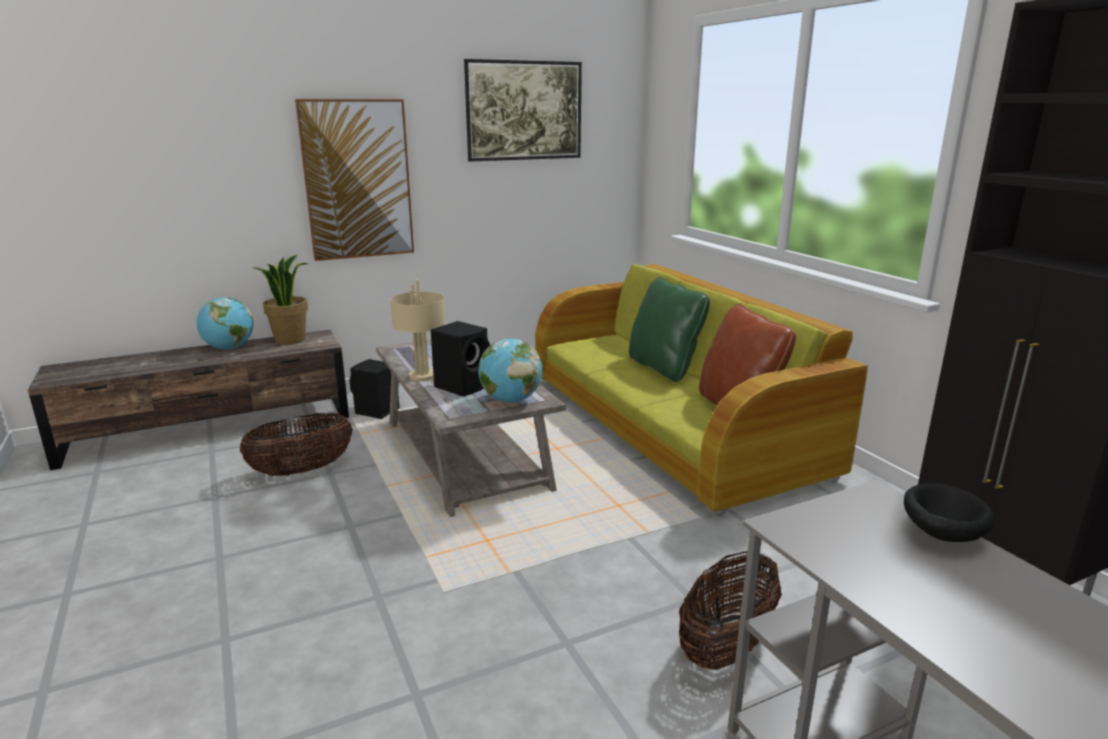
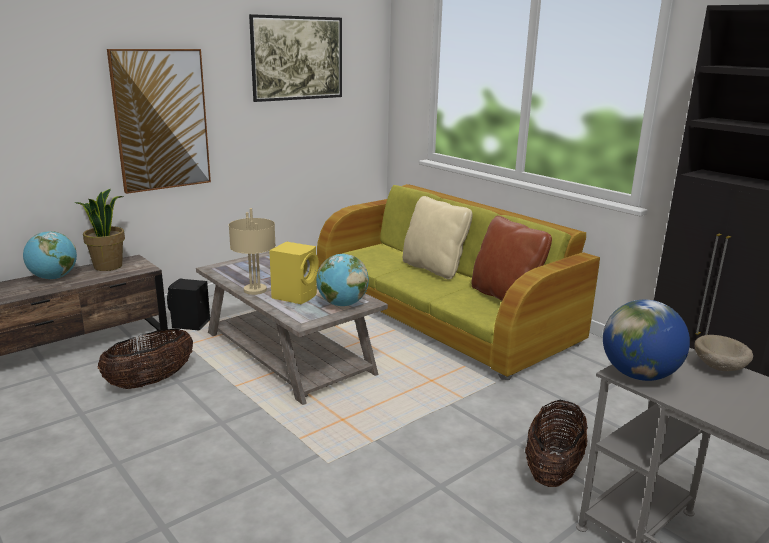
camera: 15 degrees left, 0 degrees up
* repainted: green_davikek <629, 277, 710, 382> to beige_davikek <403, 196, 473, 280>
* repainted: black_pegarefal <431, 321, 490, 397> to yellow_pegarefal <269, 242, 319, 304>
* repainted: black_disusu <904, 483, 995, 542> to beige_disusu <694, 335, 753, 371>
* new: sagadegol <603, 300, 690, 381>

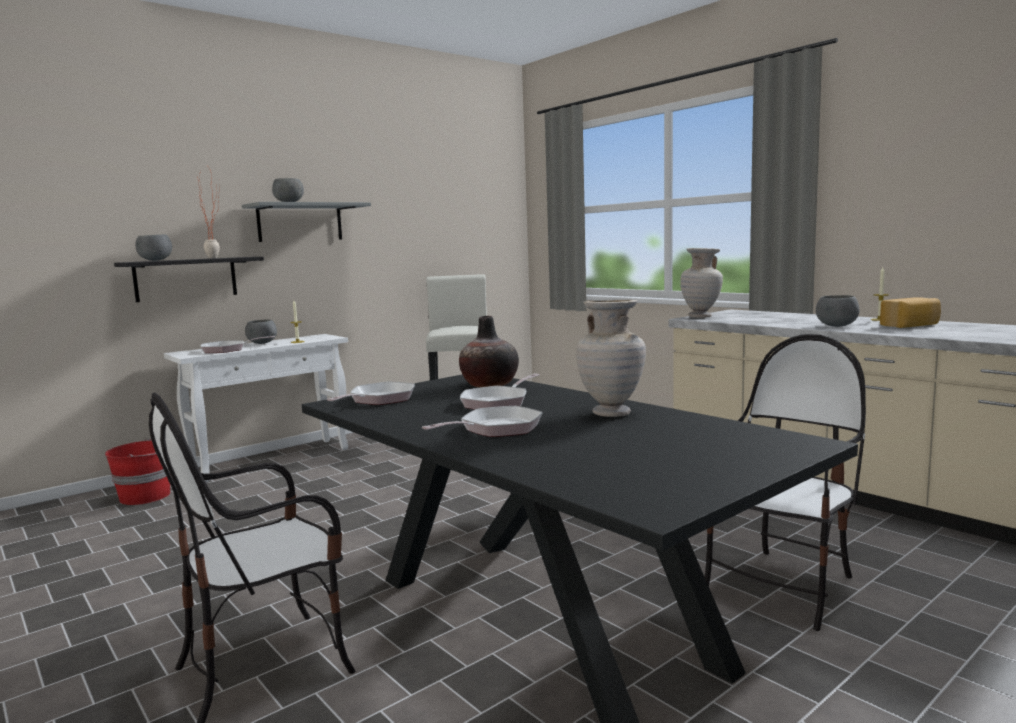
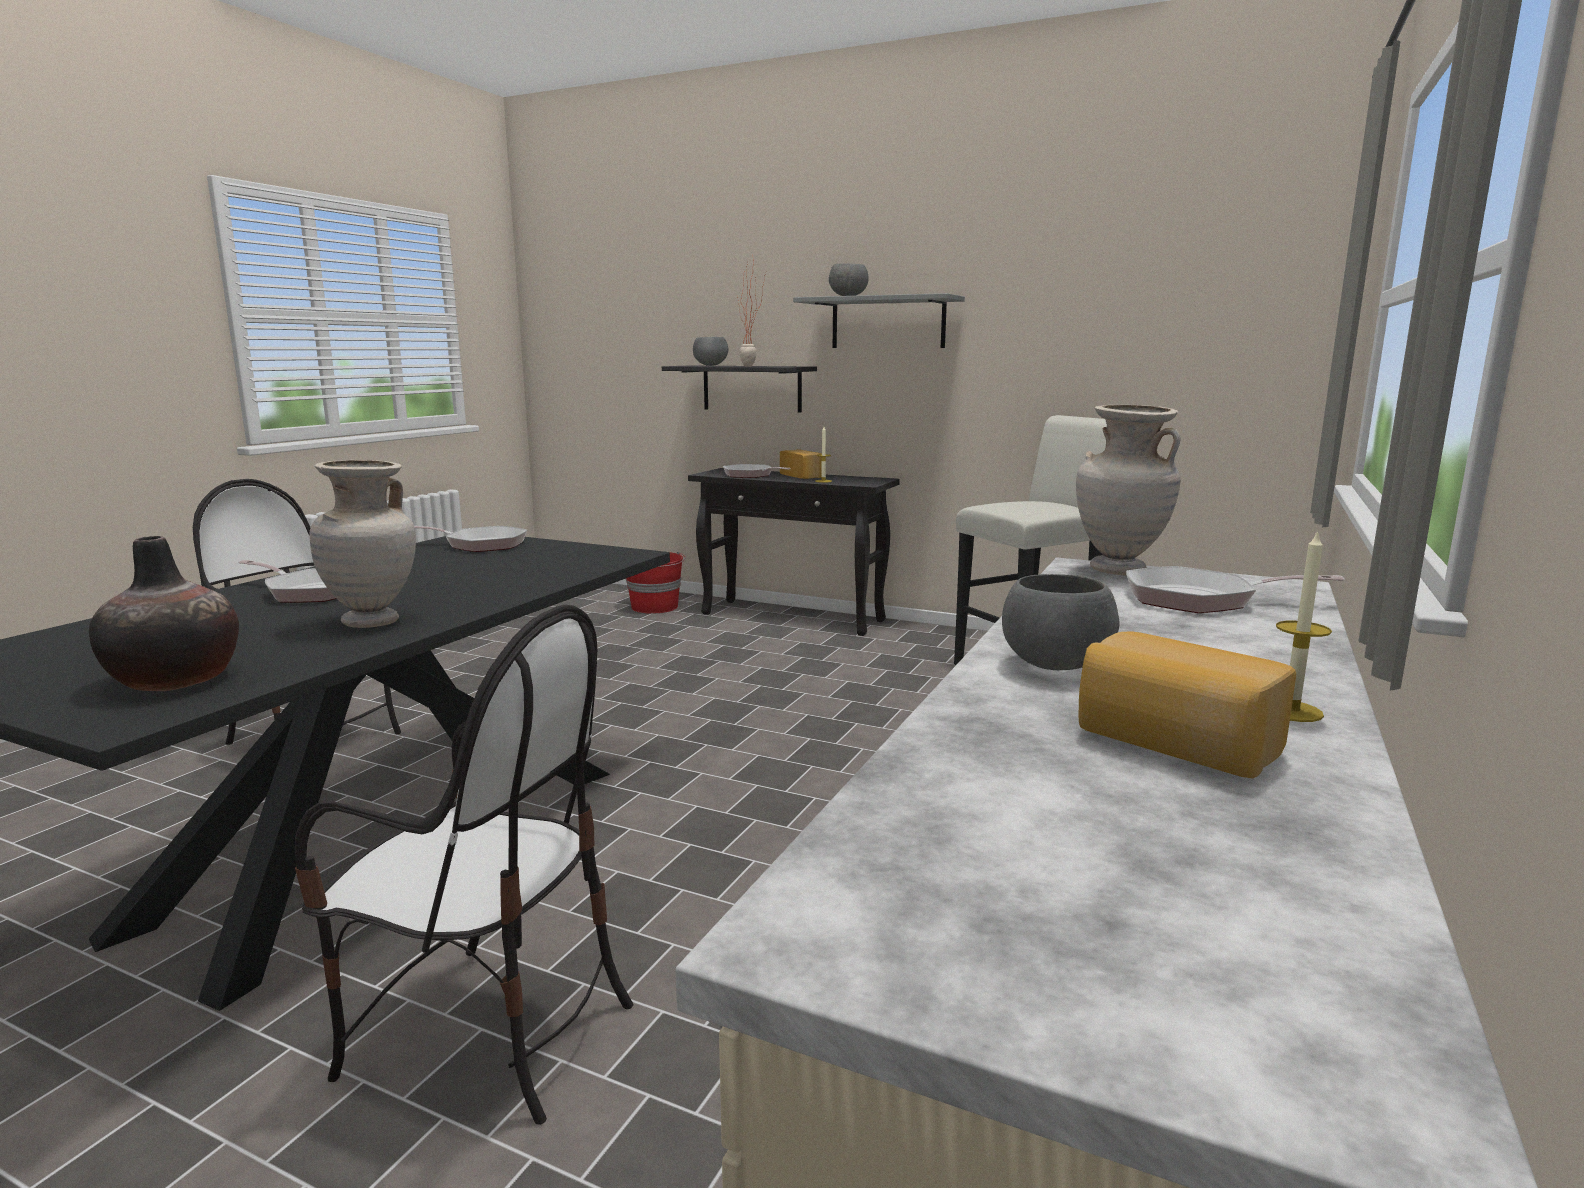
camera: 65 degrees right, 5 degrees up
* shifted: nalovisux <459, 316, 519, 387> to <89, 536, 239, 691>
* swapped: grey_disusu <245, 319, 277, 344> to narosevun <780, 449, 822, 479>
* repainted: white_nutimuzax <164, 334, 348, 482> to black_nutimuzax <688, 468, 900, 636>
* shifted: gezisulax <460, 374, 540, 410> to <1126, 566, 1345, 613>

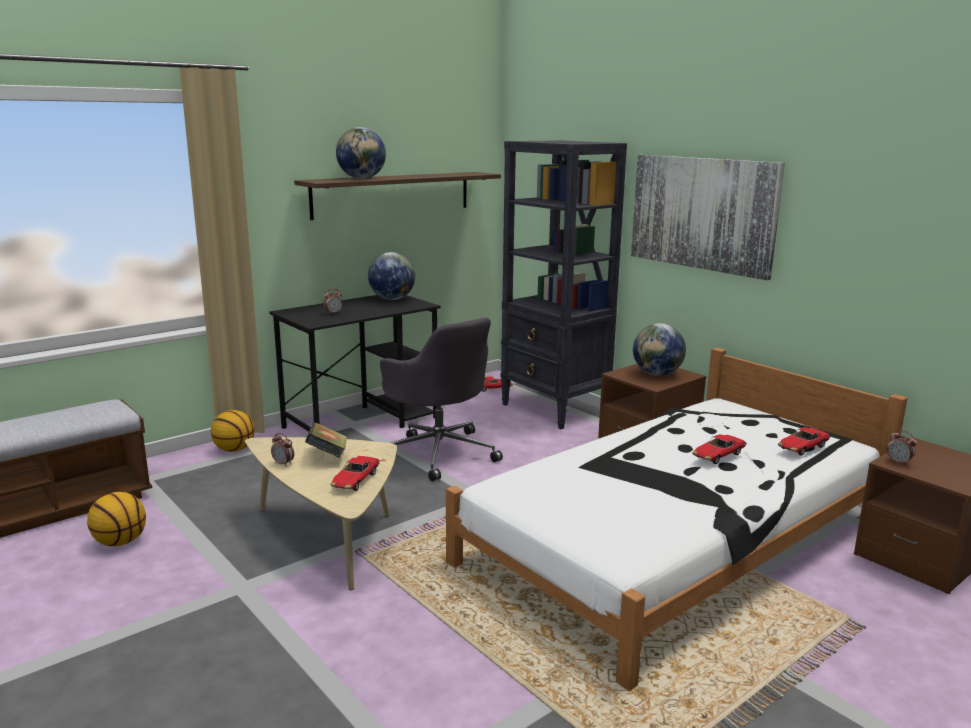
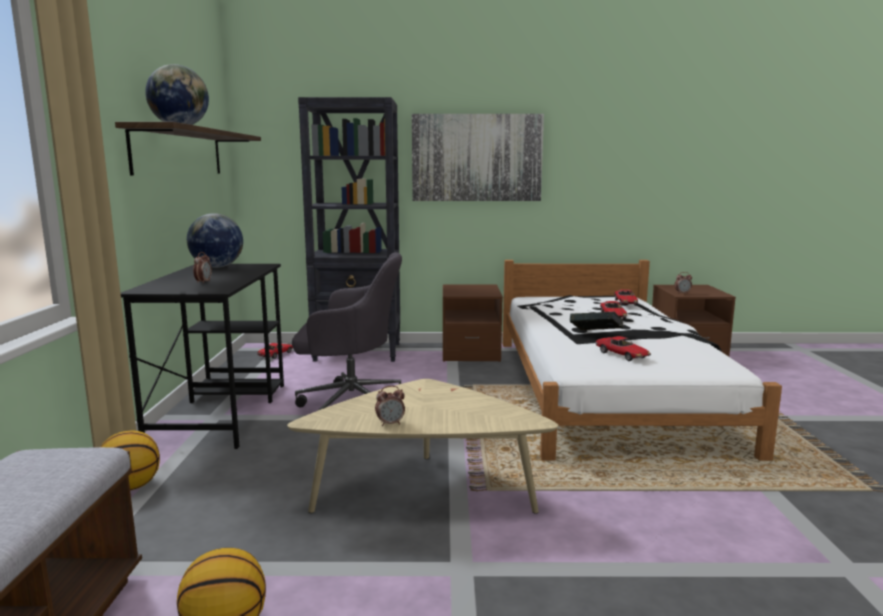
camera: 50 degrees left, 5 degrees down
* gone: sagadegol <633, 323, 686, 376>
* shifted: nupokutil <305, 422, 347, 458> to <570, 312, 623, 330>
* shifted: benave <330, 456, 380, 491> to <595, 336, 651, 361>

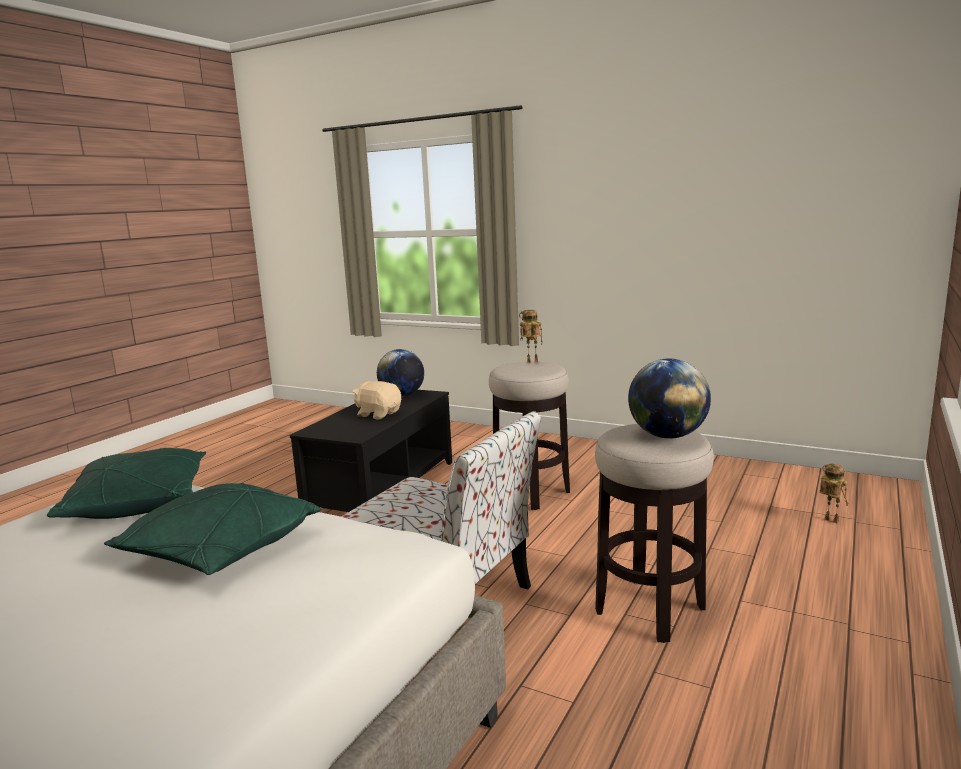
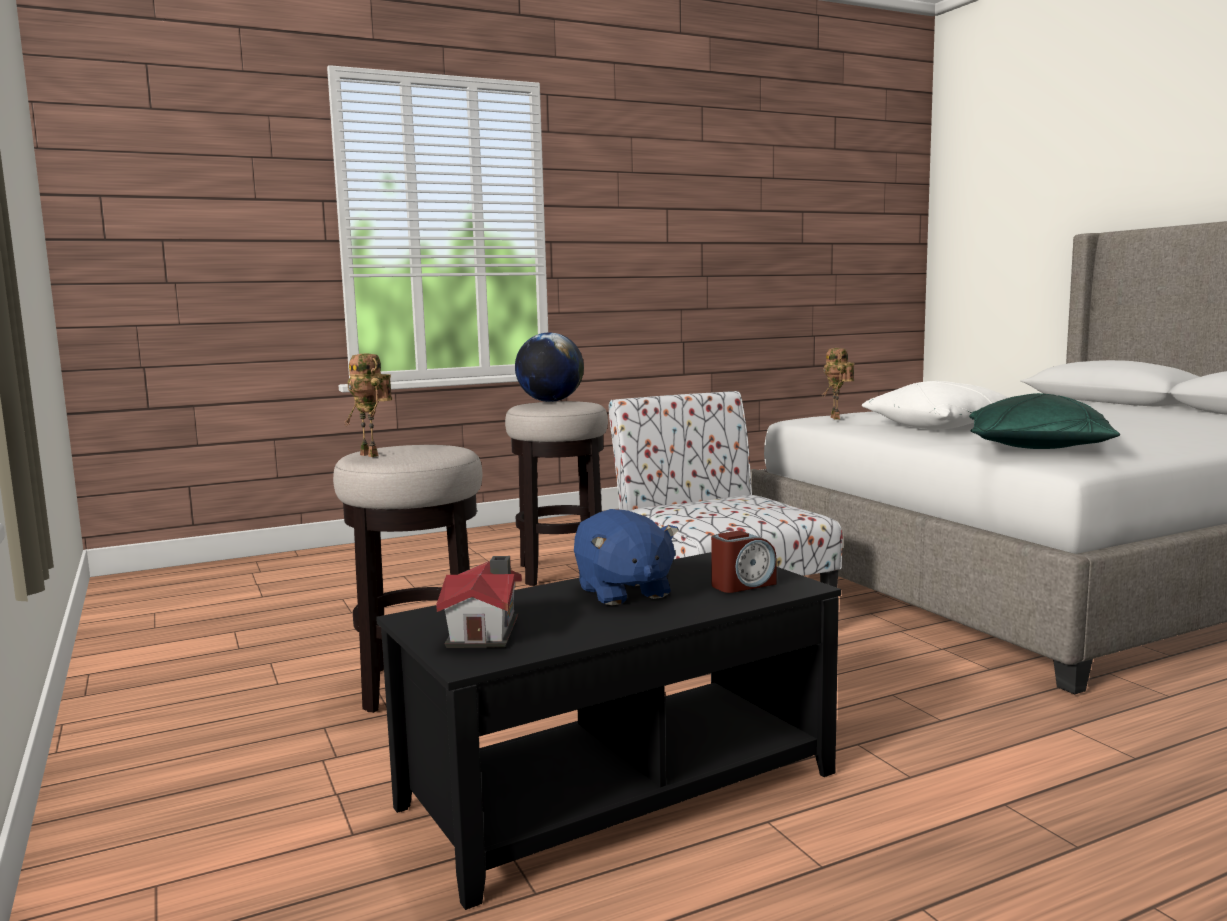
camera: 145 degrees left, 5 degrees down
* swapped: sagadegol <377, 349, 424, 397> to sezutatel <436, 556, 522, 648>
* repainted: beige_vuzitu <353, 381, 401, 420> to blue_vuzitu <574, 509, 679, 605>
* shifted: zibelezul <820, 464, 848, 523> to <822, 348, 855, 420>
* repainted: green_davikek <104, 483, 321, 575> to white_davikek <862, 381, 1008, 429>
* new: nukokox <711, 530, 777, 593>

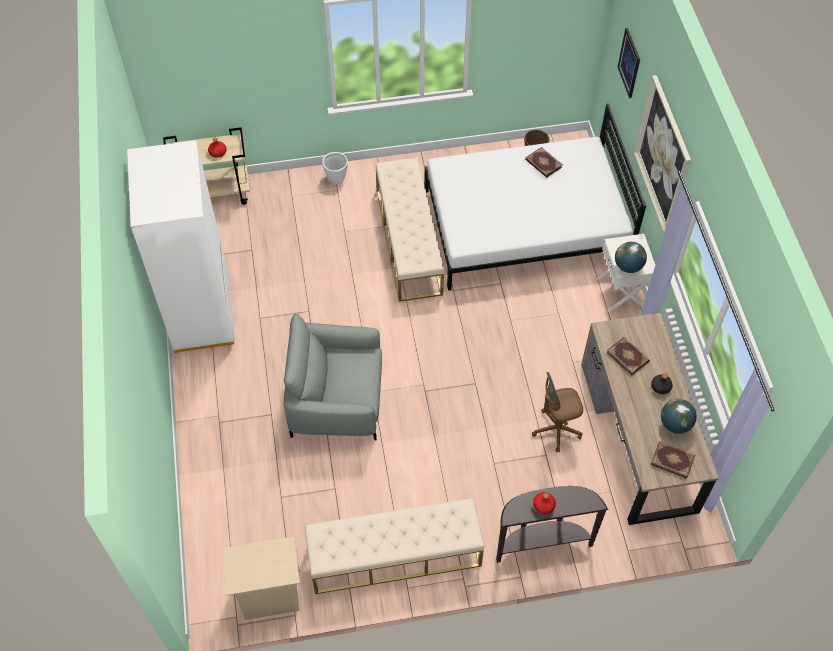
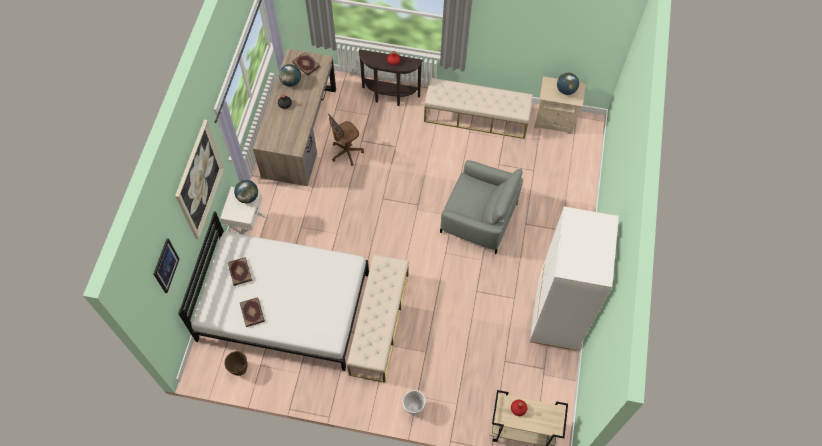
camera: 160 degrees left, 5 degrees up
* shifted: nupokutil <606, 337, 650, 376> to <228, 257, 252, 286>
* rotated: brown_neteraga <532, 372, 583, 452> = <328, 114, 364, 166> 135 degrees clockwise
* new: sagadegol <557, 73, 579, 95>

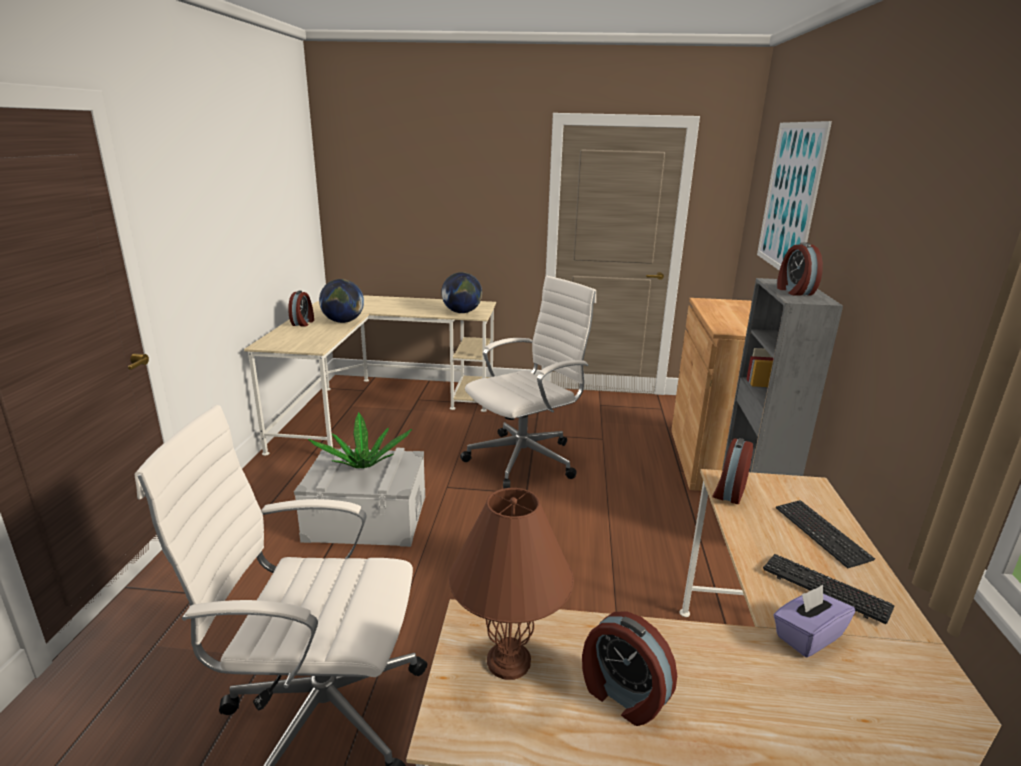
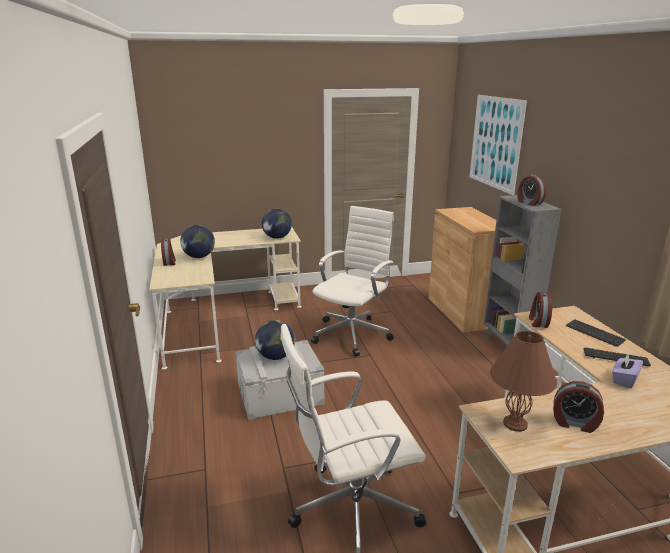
camera: 20 degrees left, 0 degrees up
* swapped: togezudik <308, 413, 412, 468> to sagadegol <255, 320, 295, 360>

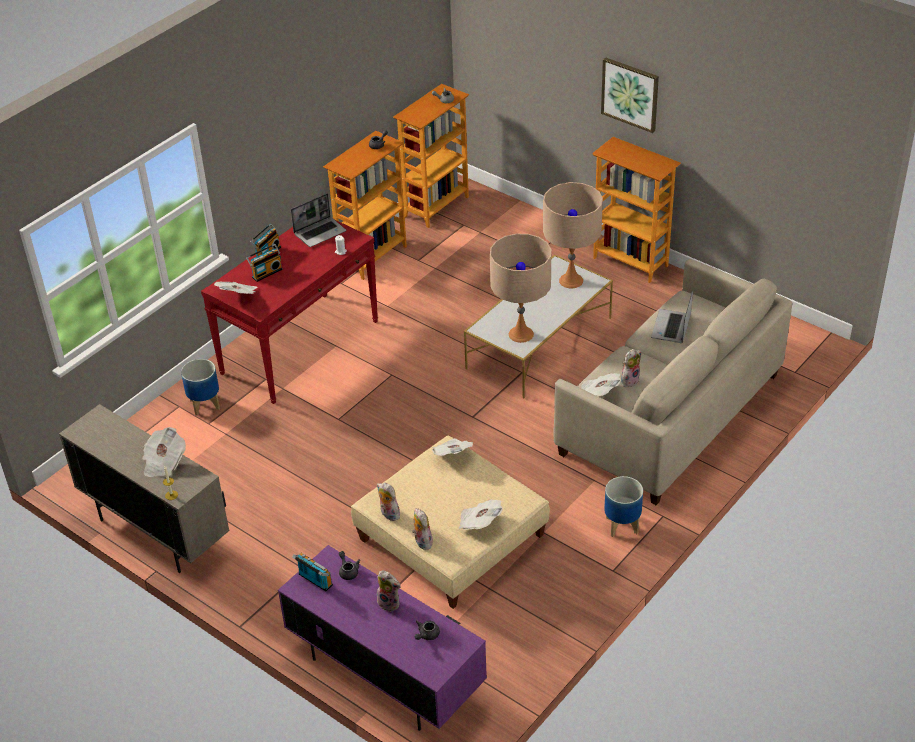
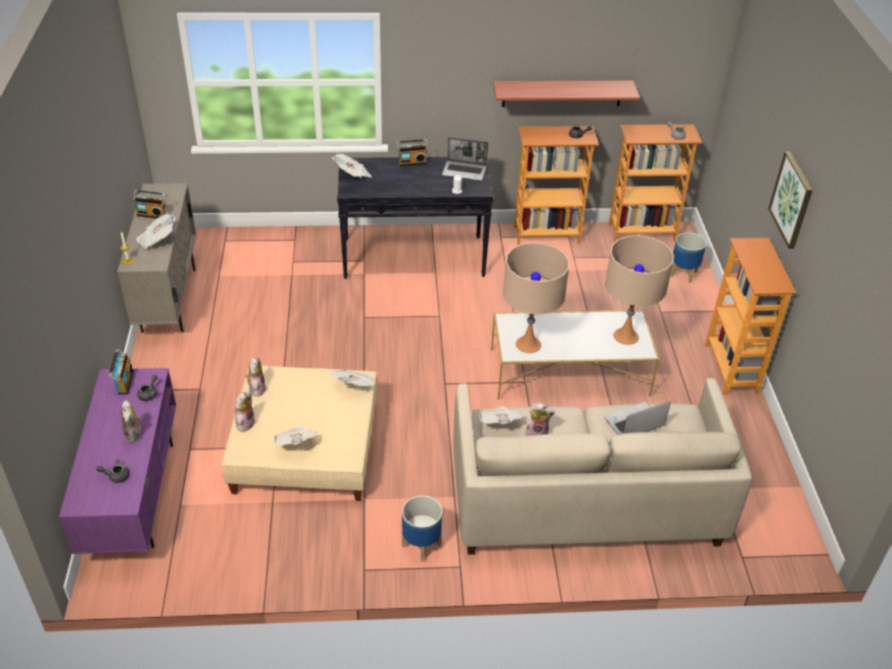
camera: 45 degrees right, 0 degrees up
* repainted: red_nutimuzax <201, 219, 378, 404> to black_nutimuzax <337, 157, 493, 279>
* shifted: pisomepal <246, 244, 283, 282> to <133, 190, 167, 219>
* shifted: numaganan <181, 359, 220, 416> to <670, 232, 706, 283>
* new: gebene <493, 81, 640, 107>

